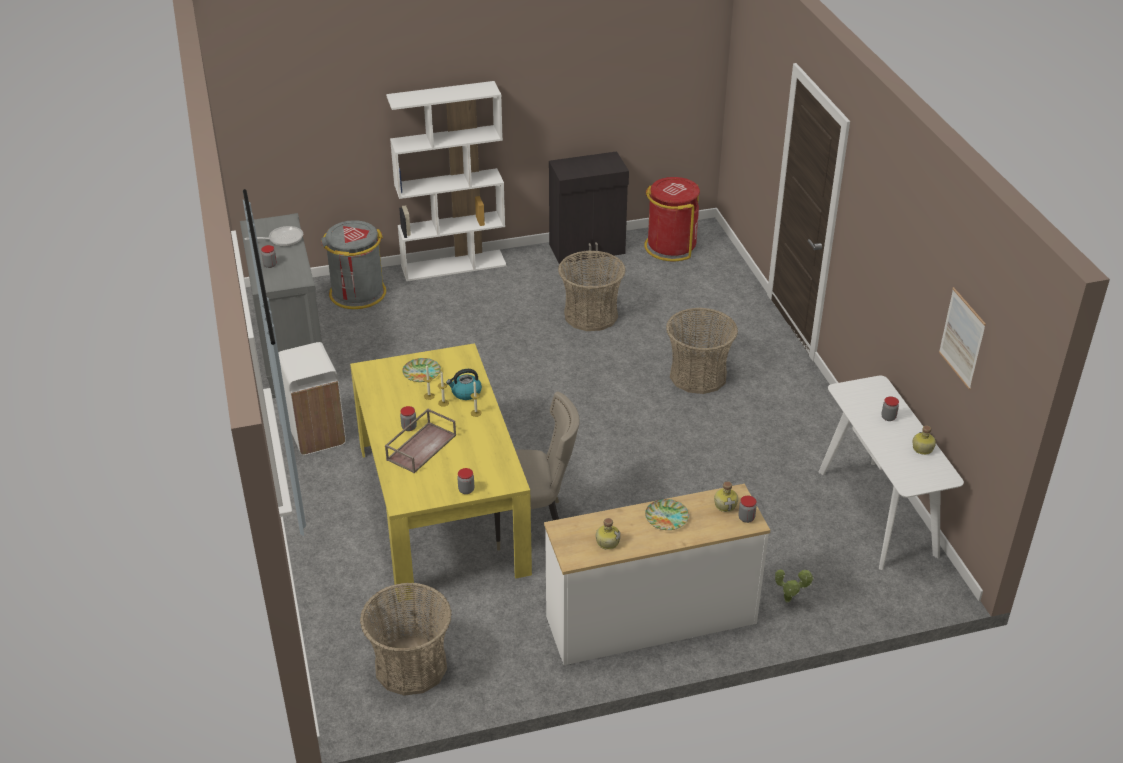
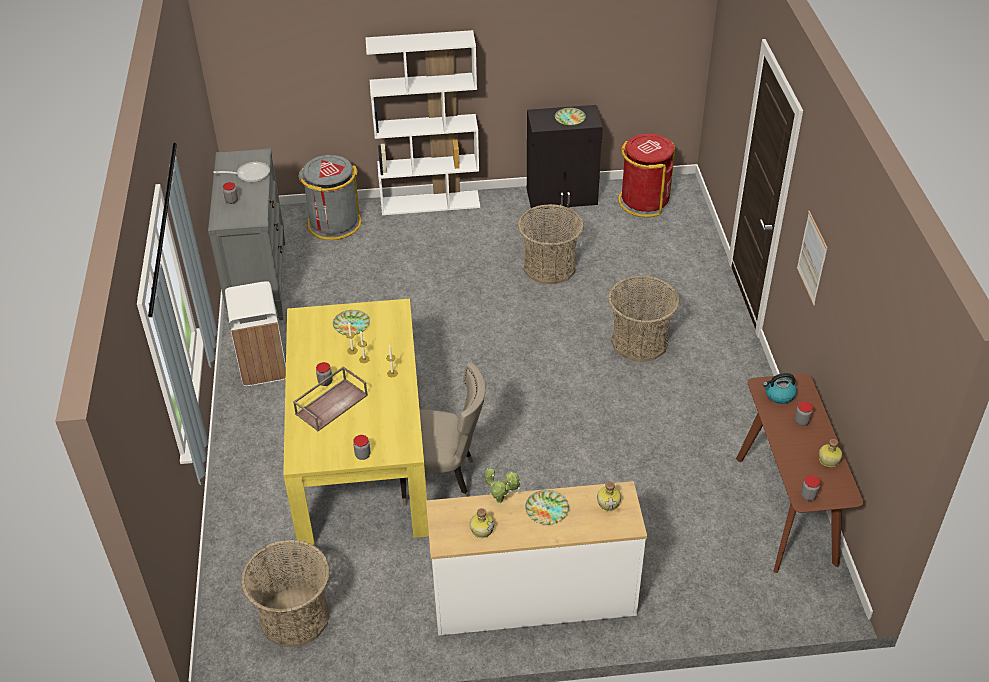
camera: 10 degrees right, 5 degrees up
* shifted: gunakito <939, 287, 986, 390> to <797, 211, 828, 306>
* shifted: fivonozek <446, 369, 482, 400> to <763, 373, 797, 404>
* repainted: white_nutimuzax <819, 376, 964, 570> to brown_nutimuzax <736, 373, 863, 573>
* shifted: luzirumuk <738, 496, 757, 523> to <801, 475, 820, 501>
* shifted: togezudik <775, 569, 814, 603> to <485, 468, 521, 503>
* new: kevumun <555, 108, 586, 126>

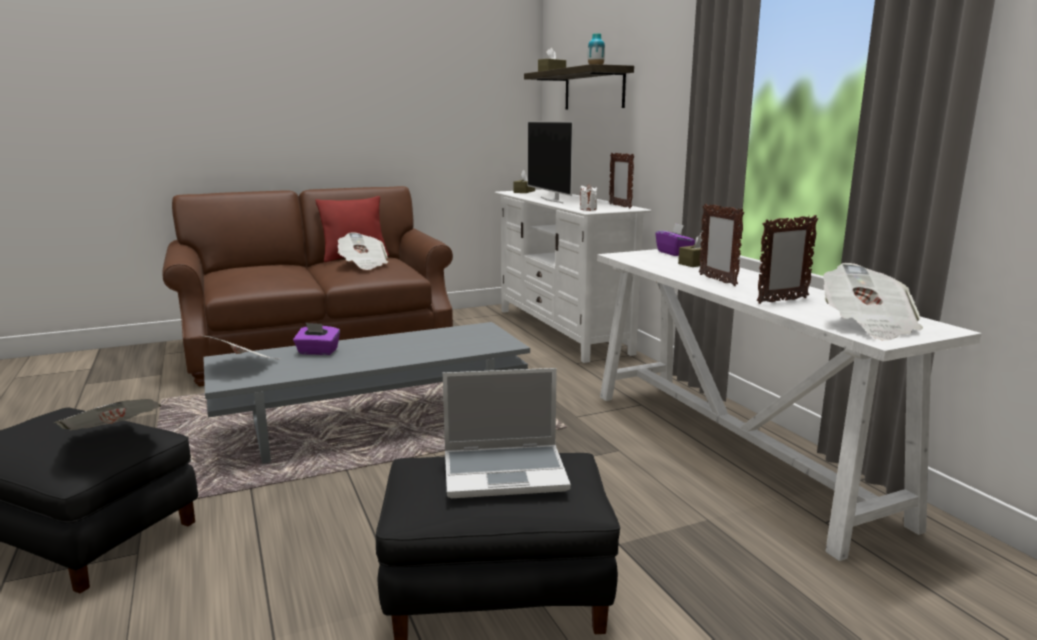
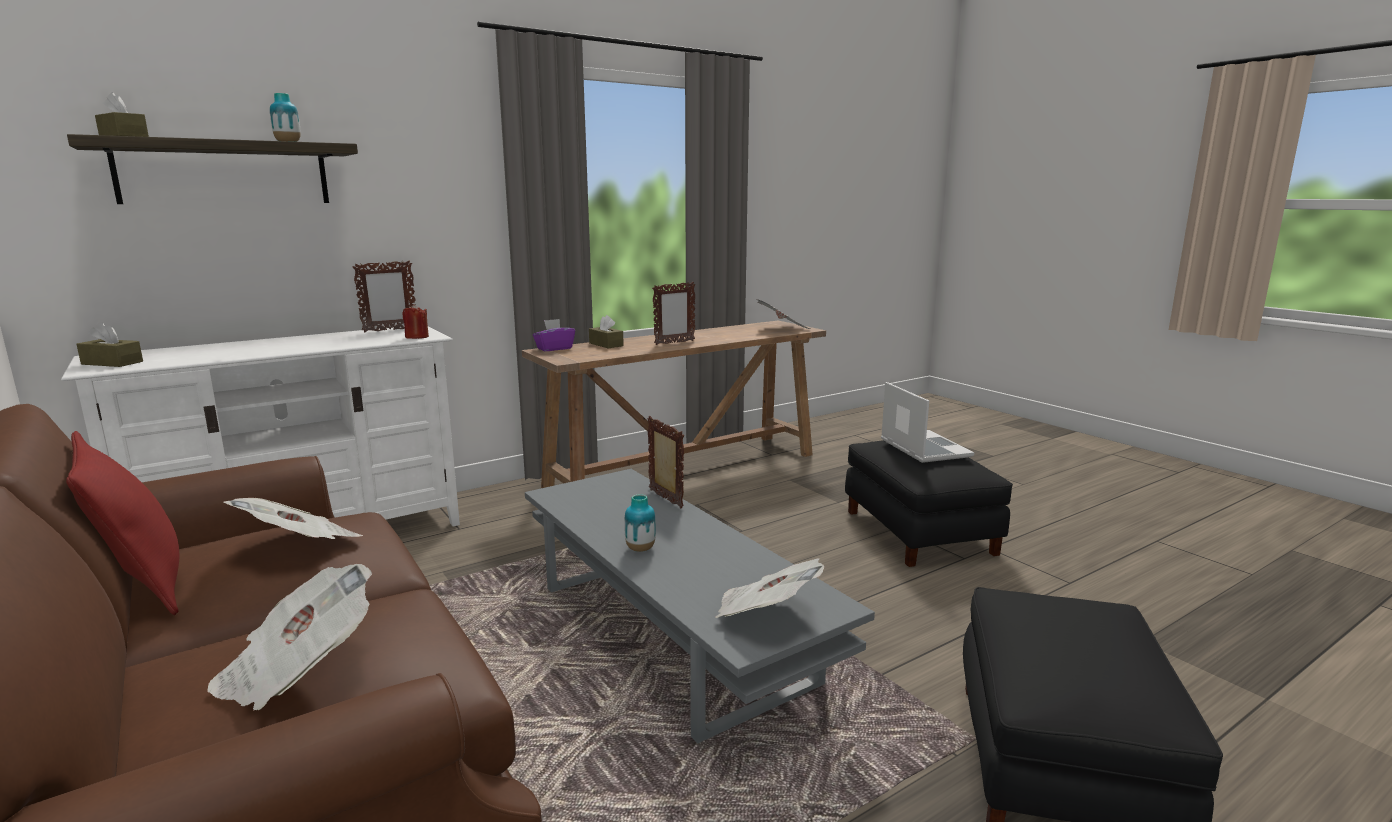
camera: 100 degrees left, 0 degrees up
* gone: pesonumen <527, 121, 574, 203>
* repainted: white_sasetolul <580, 184, 597, 211> to red_sasetolul <402, 304, 429, 339>
* shifted: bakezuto <757, 215, 818, 304> to <647, 416, 684, 508>
* repainted: white_nutimuzax <597, 249, 982, 561> to brown_nutimuzax <522, 321, 826, 488>
* gone: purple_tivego <293, 323, 340, 355>
* shifted: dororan <53, 399, 162, 430> to <207, 564, 372, 710>
* new: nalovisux <624, 494, 656, 552>

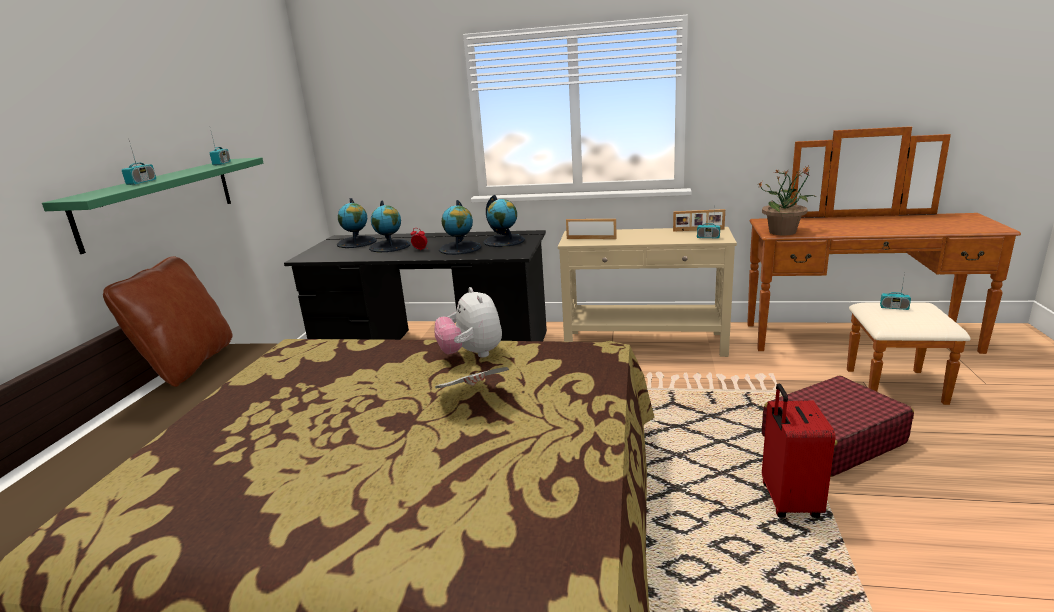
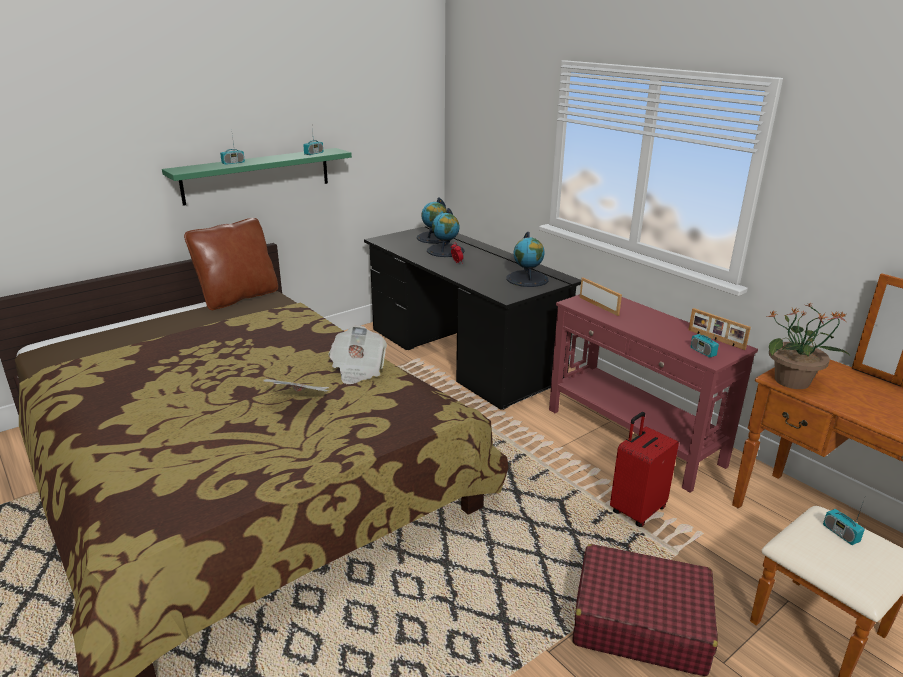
camera: 40 degrees right, 5 degrees up
* gone: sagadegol <439, 200, 481, 255>
* repainted: beige_nutimuzax <558, 227, 737, 357> to red_nutimuzax <549, 294, 758, 493>
* swapped: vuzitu <435, 287, 502, 358> to dororan <329, 326, 387, 384>
* shifted: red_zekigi <762, 384, 836, 518> to <610, 412, 679, 527>

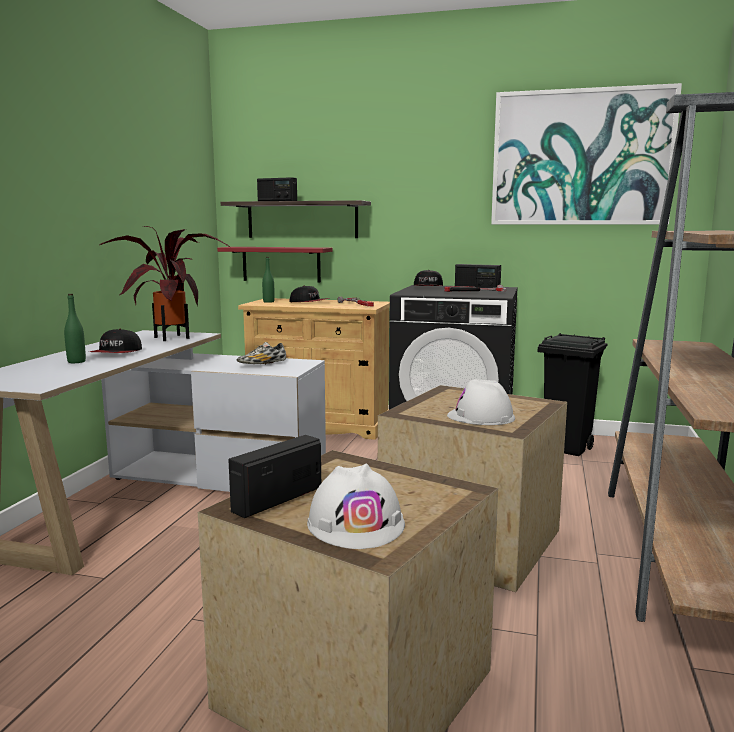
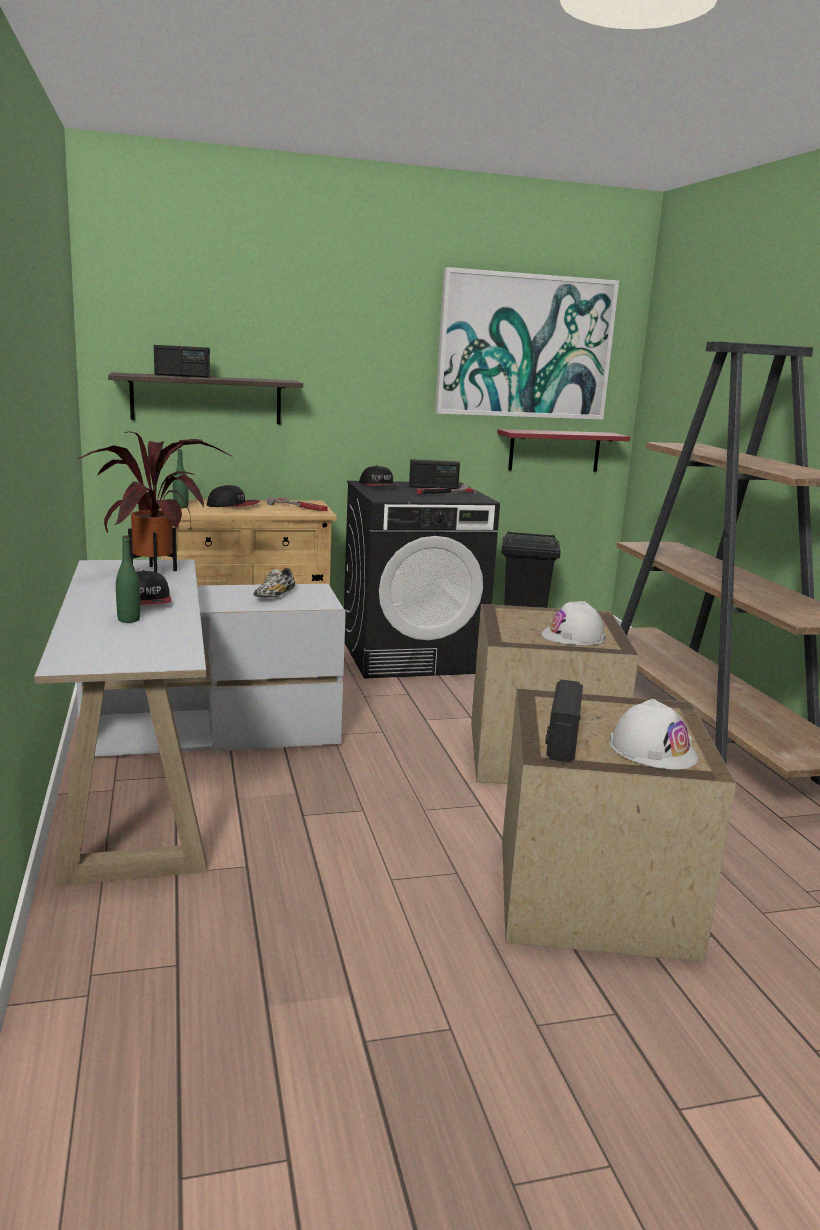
camera: 30 degrees left, 5 degrees up
* shifted: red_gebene <217, 247, 333, 282> to <497, 429, 630, 472>

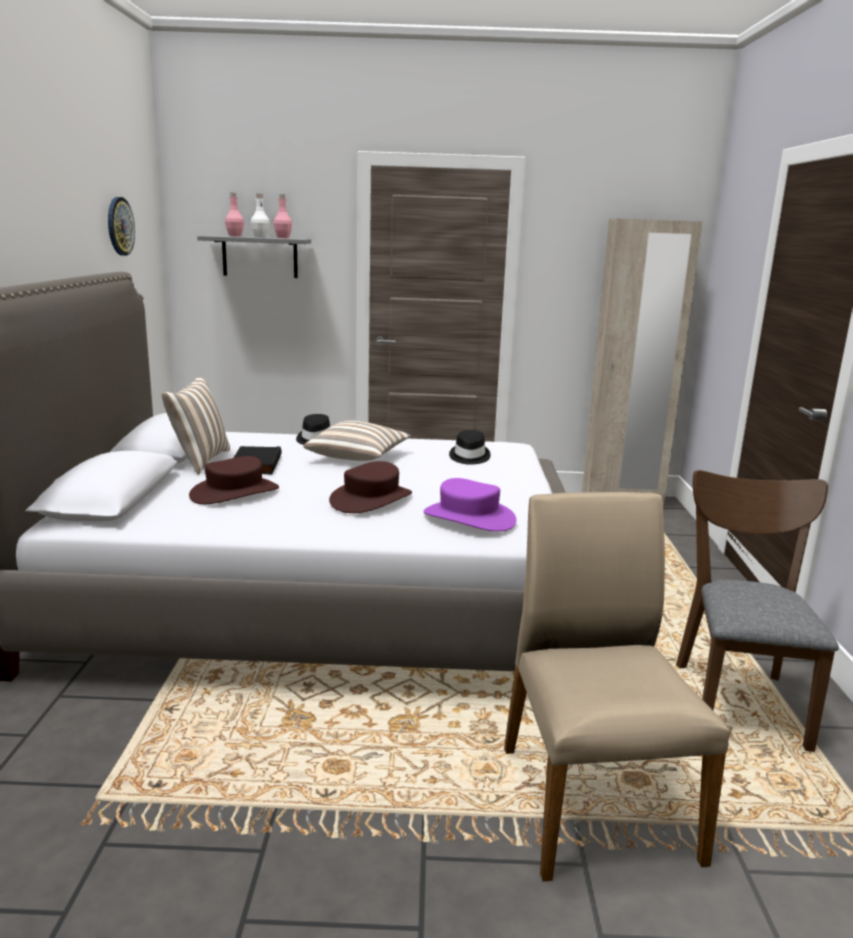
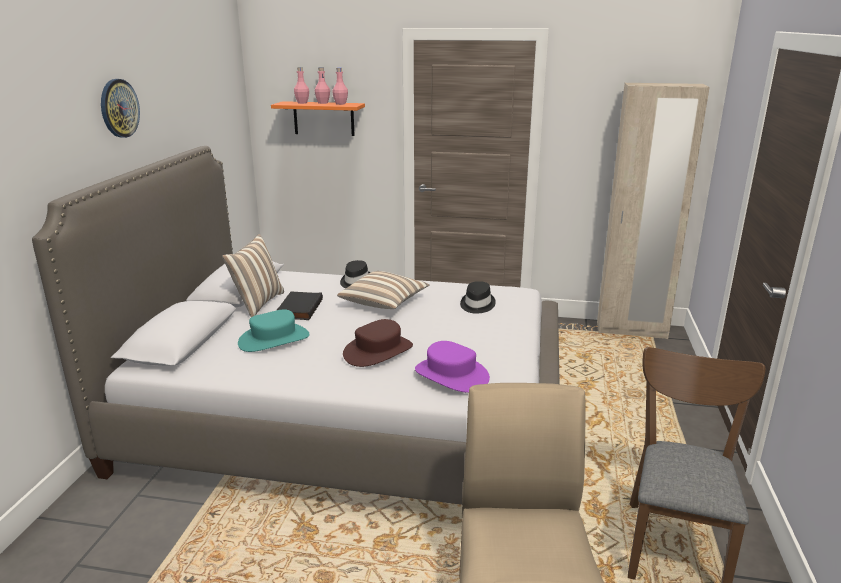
camera: 10 degrees right, 5 degrees up
* repainted: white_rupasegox <251, 194, 270, 237> to pink_rupasegox <315, 67, 330, 104>
* shifted: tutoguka <108, 197, 135, 256> to <101, 79, 140, 138>
* repainted: grey_gebene <197, 235, 311, 278> to orange_gebene <271, 101, 365, 136>
* repainted: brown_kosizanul <189, 456, 279, 504> to turquoise_kosizanul <238, 309, 309, 352>

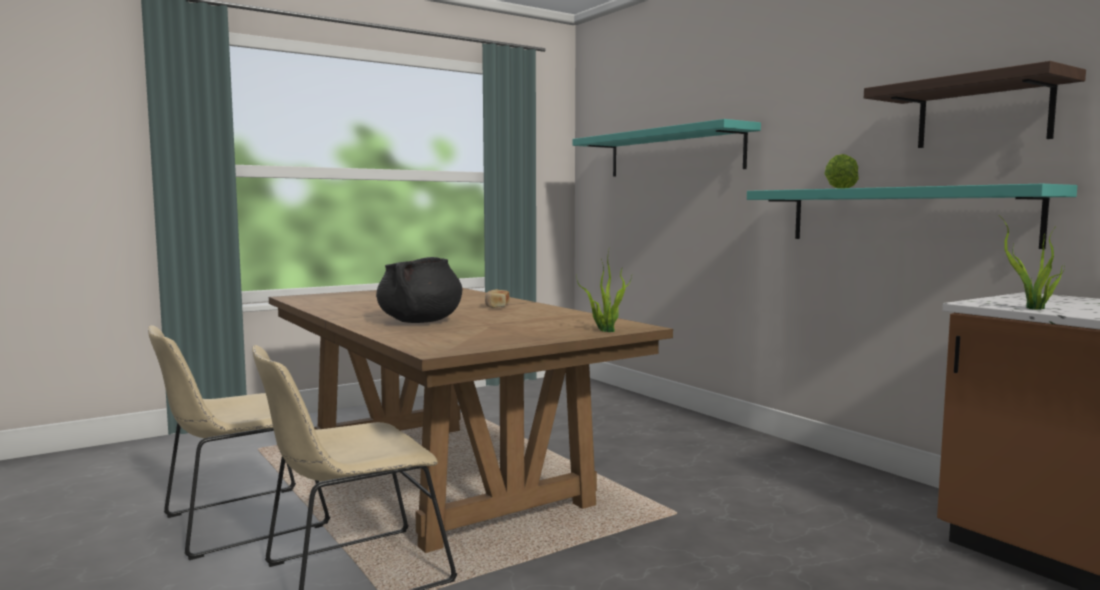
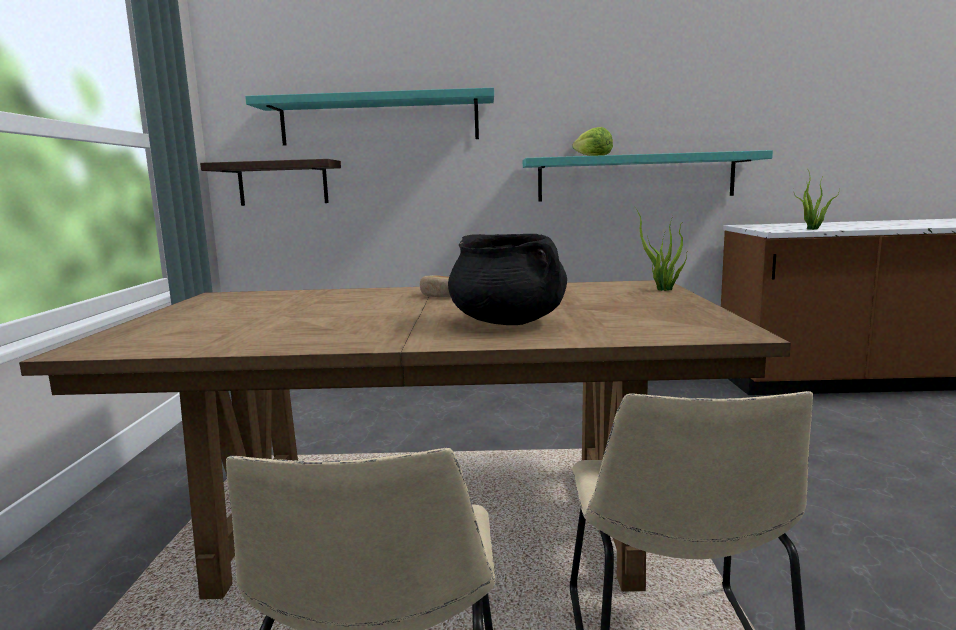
camera: 55 degrees left, 5 degrees up
* shifted: gebene <864, 61, 1086, 148> to <200, 159, 341, 206>

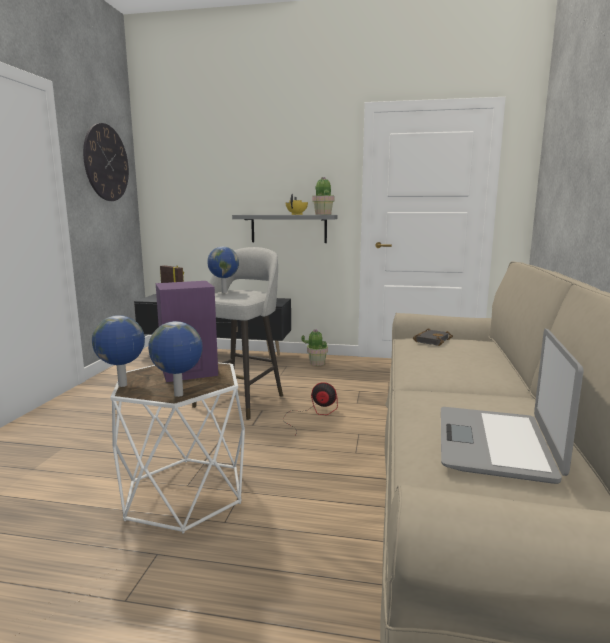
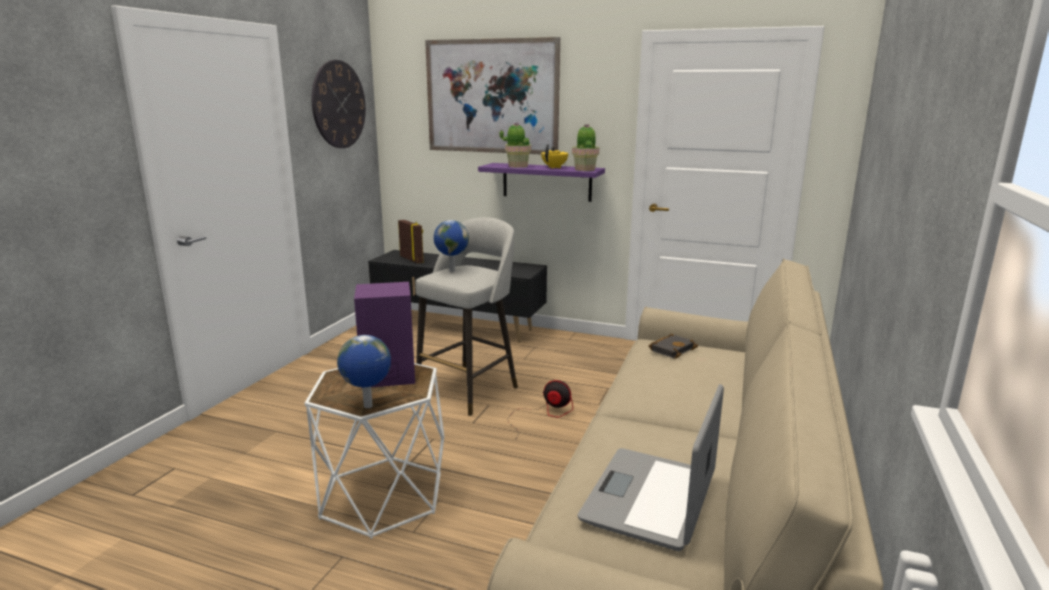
camera: 10 degrees right, 5 degrees up
* repainted: grey_gebene <232, 215, 338, 243> to purple_gebene <478, 163, 605, 202>
* gone: sagadegol <92, 315, 145, 387>
* shifted: togezudik <301, 329, 328, 366> to <500, 123, 531, 168>
* new: gunakito <425, 37, 560, 154>

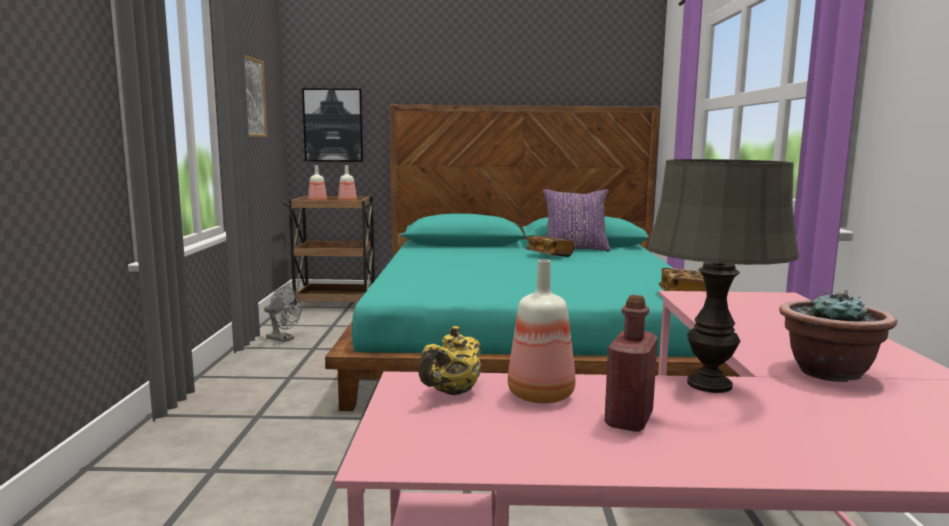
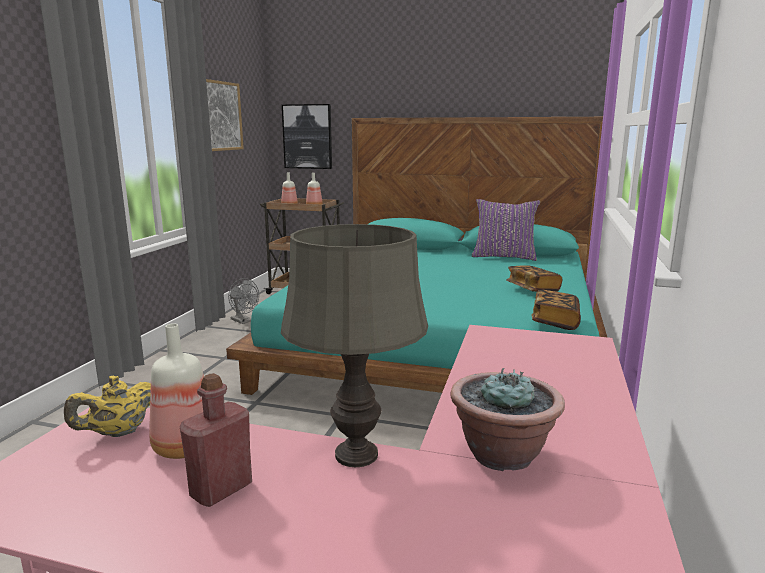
camera: 15 degrees right, 5 degrees up
* shifted: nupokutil <525, 236, 574, 257> to <506, 265, 562, 292>

